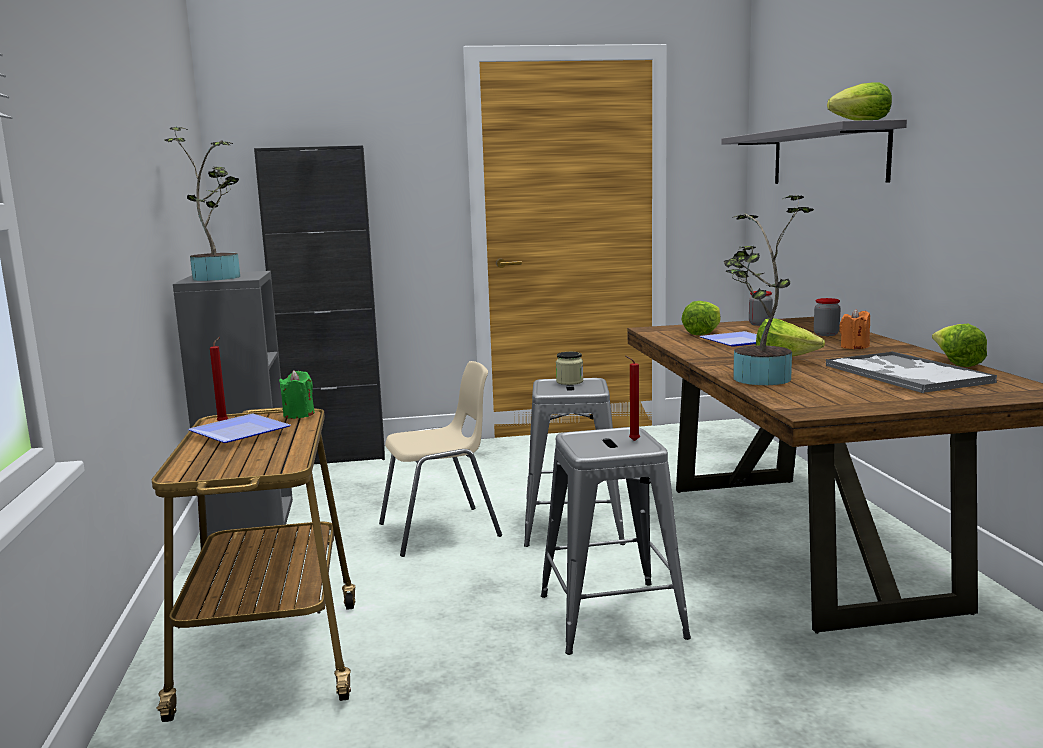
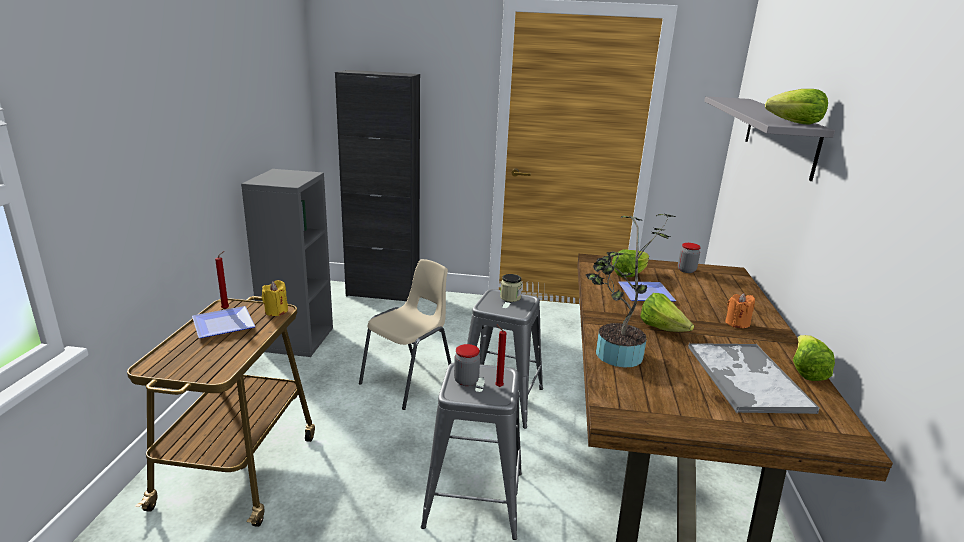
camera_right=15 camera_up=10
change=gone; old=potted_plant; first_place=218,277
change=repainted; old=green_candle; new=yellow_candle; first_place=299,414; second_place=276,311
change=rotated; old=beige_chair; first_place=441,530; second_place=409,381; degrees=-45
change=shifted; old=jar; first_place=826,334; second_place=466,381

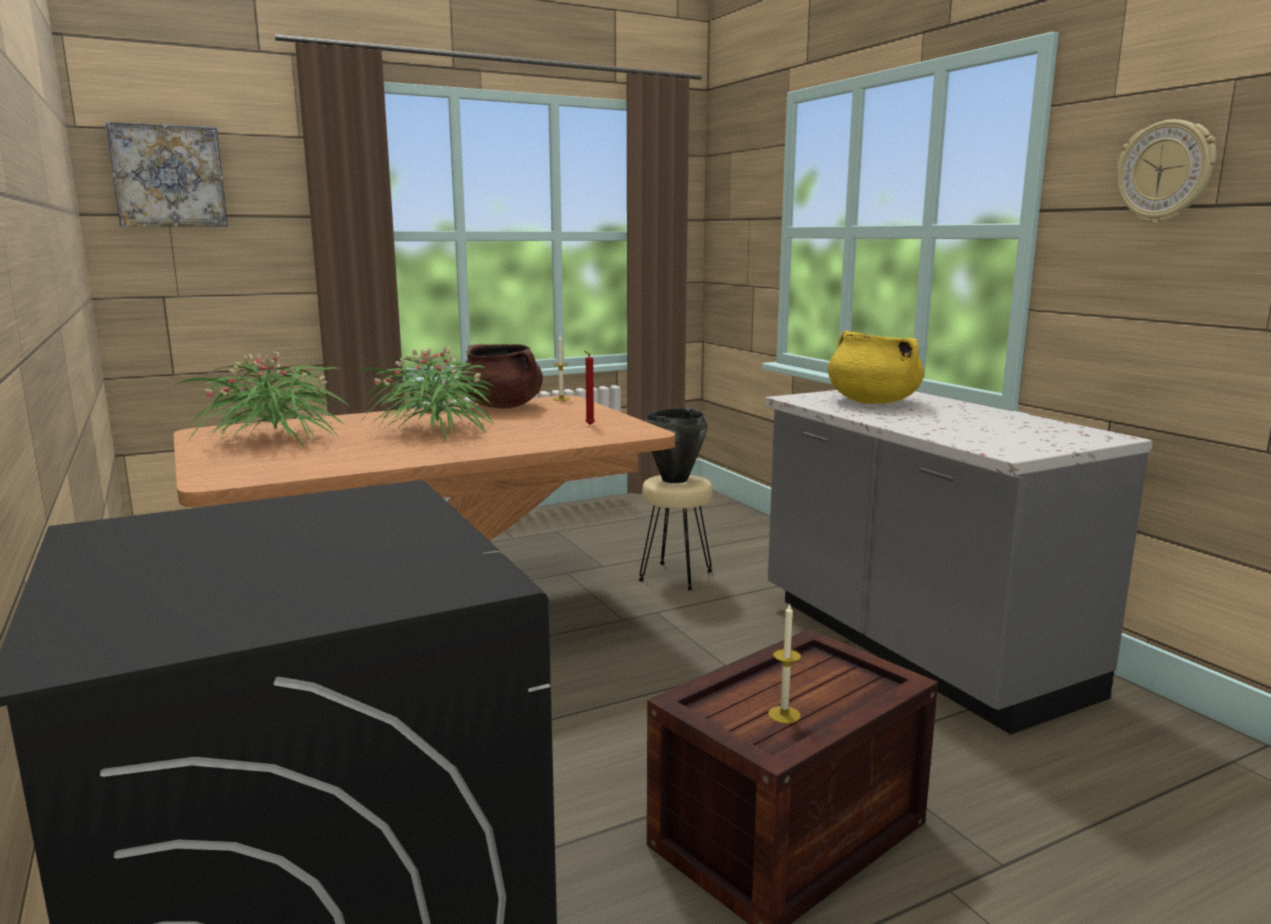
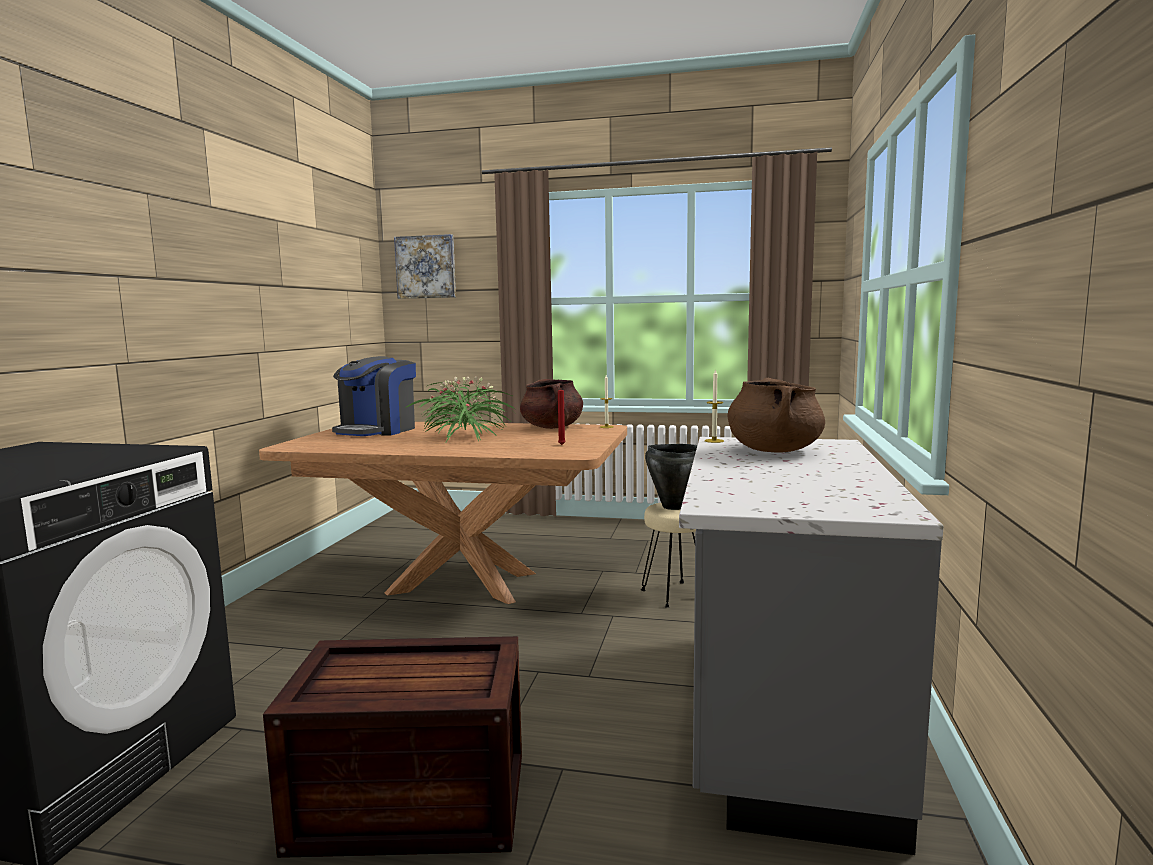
camera_right=40 camera_up=-5
change=swapped; old=potted_plant; new=coffee_machine; first_place=274,439; second_place=377,430
change=shifted; old=candle; first_place=784,715; second_place=714,441
change=repainted; old=yellow_cooking_pot; new=brown_cooking_pot; first_place=872,402; second_place=774,450
change=gone; old=wall_clock; first_place=1165,172

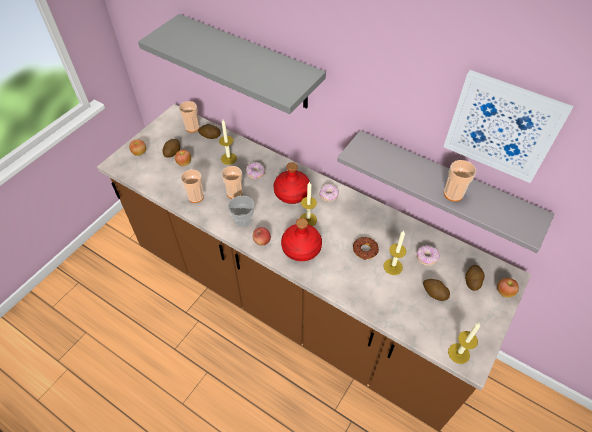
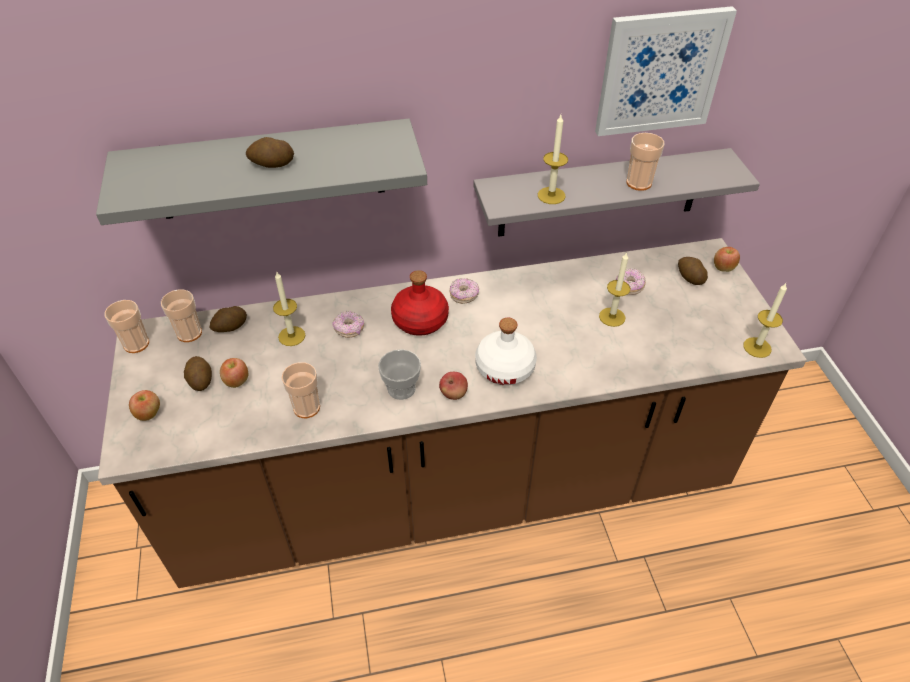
camera_right=-45 camera_up=-5
change=shifted; old=cup; first_place=234,193; second_place=136,344
change=repainted; old=red_bottle; new=white_bottle; first_place=301,248; second_place=505,367
change=shifted; old=candle; first_place=308,220; second_place=551,195
change=gone; old=donut; first_place=365,250
change=shifted; old=potato; first_place=434,293; second_place=272,165

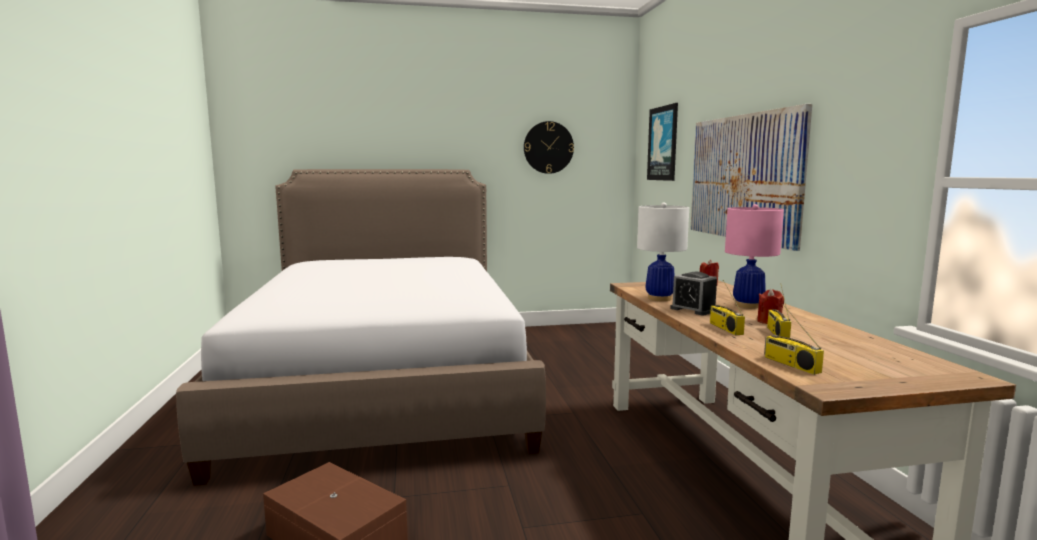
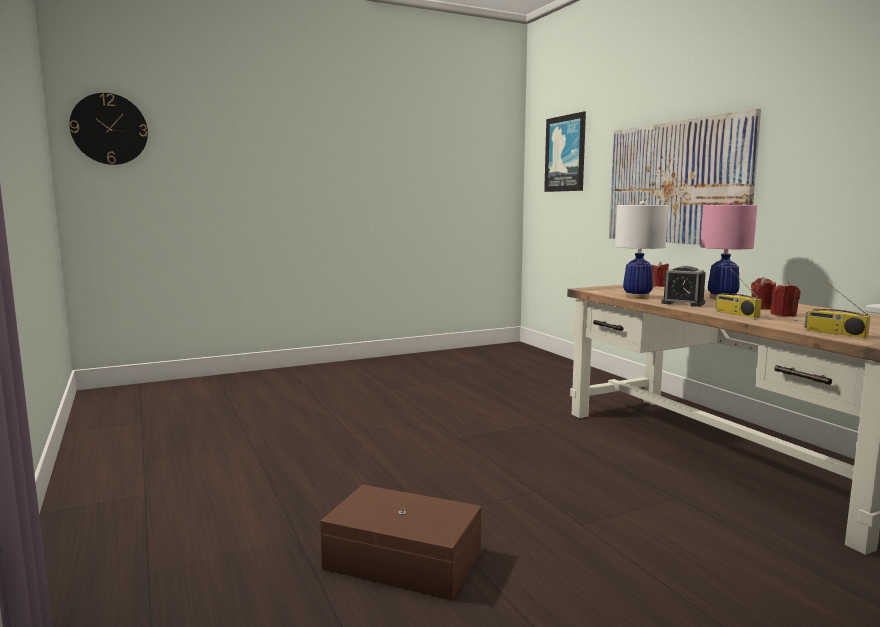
camera_right=-15 camera_up=0
change=gone; old=bed; first_place=385,383
change=shifted; old=wall_clock; first_place=548,147; second_place=109,129
change=swapped; old=radio; new=red_candle; first_place=776,333; second_place=783,315

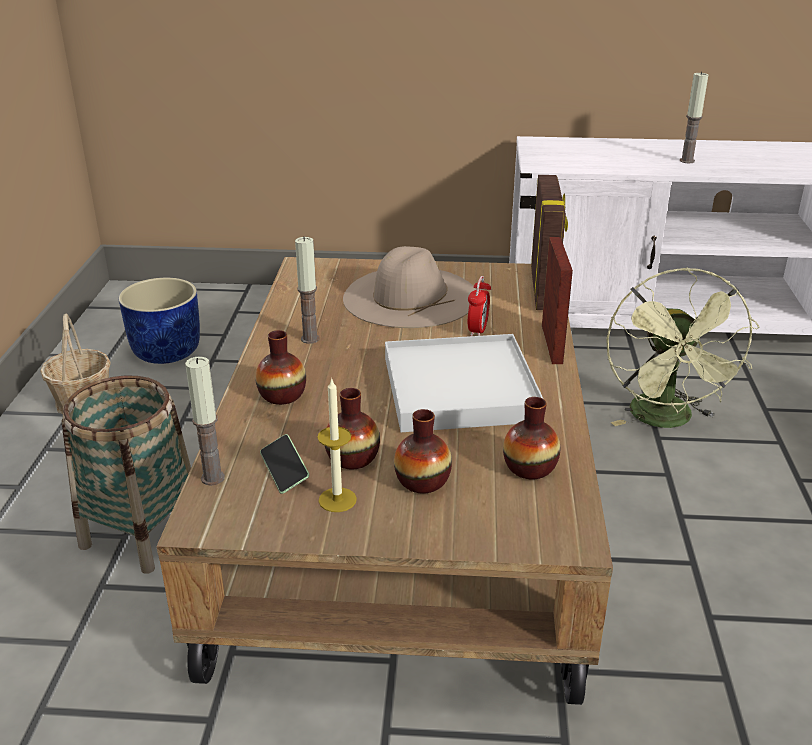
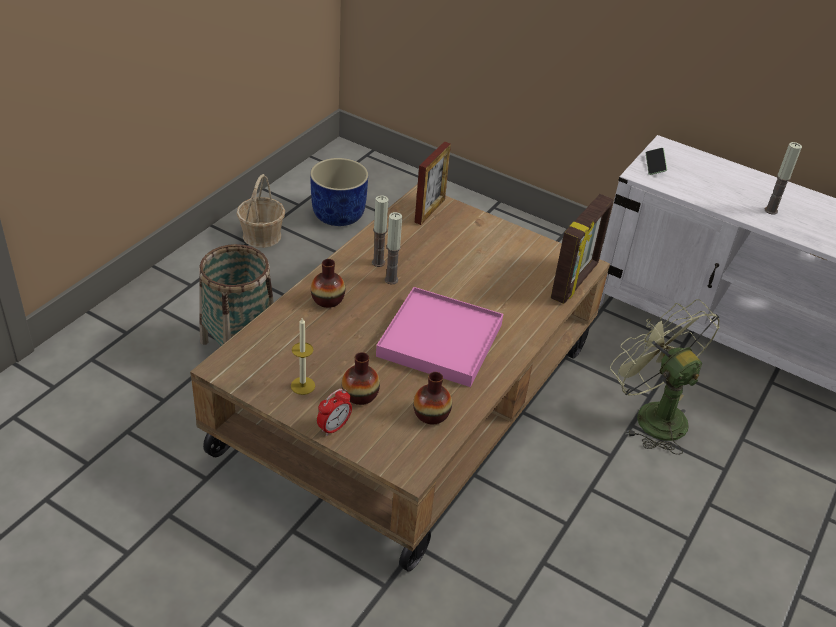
camera_right=25 camera_up=10
change=shifted; old=candle; first_place=212,478; second_place=391,280
change=shifted; old=phone; first_place=284,471; second_place=654,166
change=gone; old=vase; first_place=352,458
change=gone; old=beige_hat; first_place=410,297
change=repainted; old=white_tray; new=pink_tray; first_place=459,389; second_place=440,340
change=shifted; old=alarm_clock; first_place=477,330; second_place=334,427
change=shifted; old=picture_frame; first_place=552,344; second_place=430,211
change=rotated; old=green_fan; first_place=666,420; second_place=651,415; degrees=120

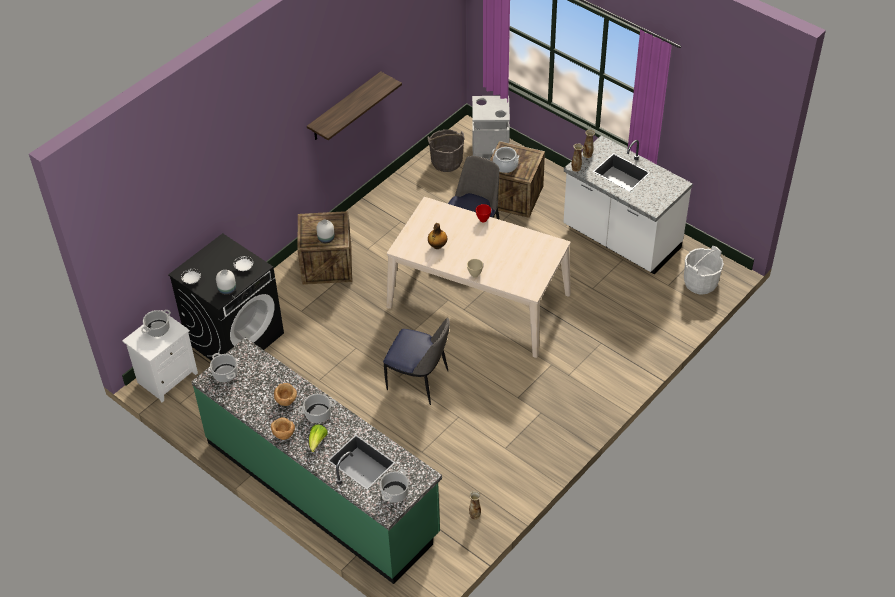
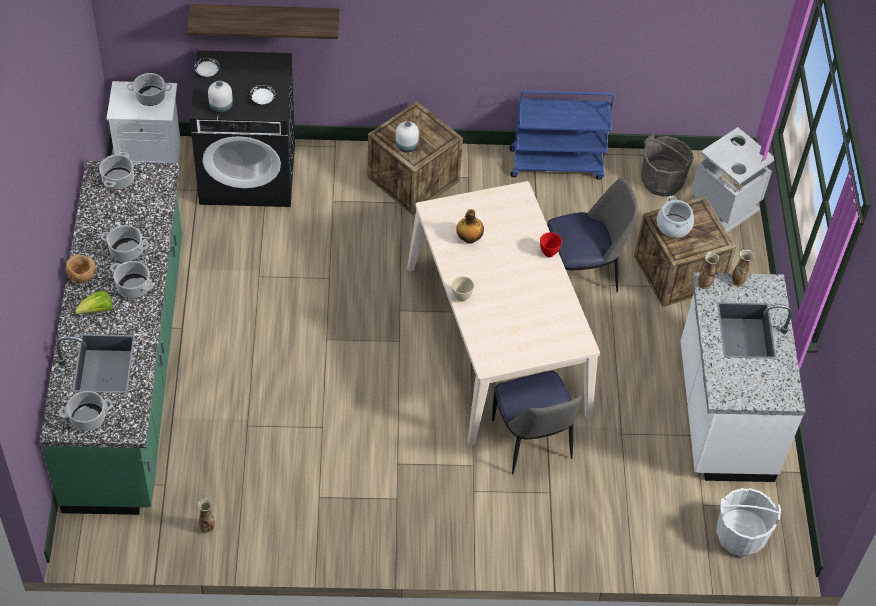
camera_right=45 camera_up=5
change=swapped; old=brown_bowl; new=cooking_pot; first_place=286,401; second_place=127,251
change=shifted; old=shelf; first_place=345,107; second_place=265,18
change=shifted; old=chair; first_place=419,381; second_place=532,442
change=new; new=blue_cart; second_place=557,163

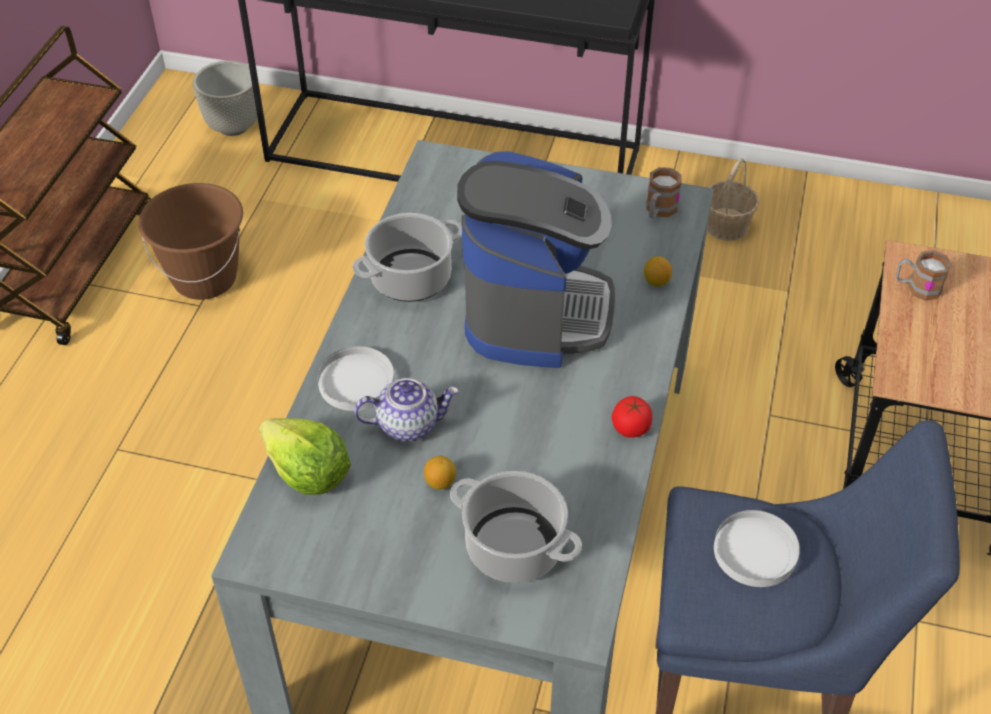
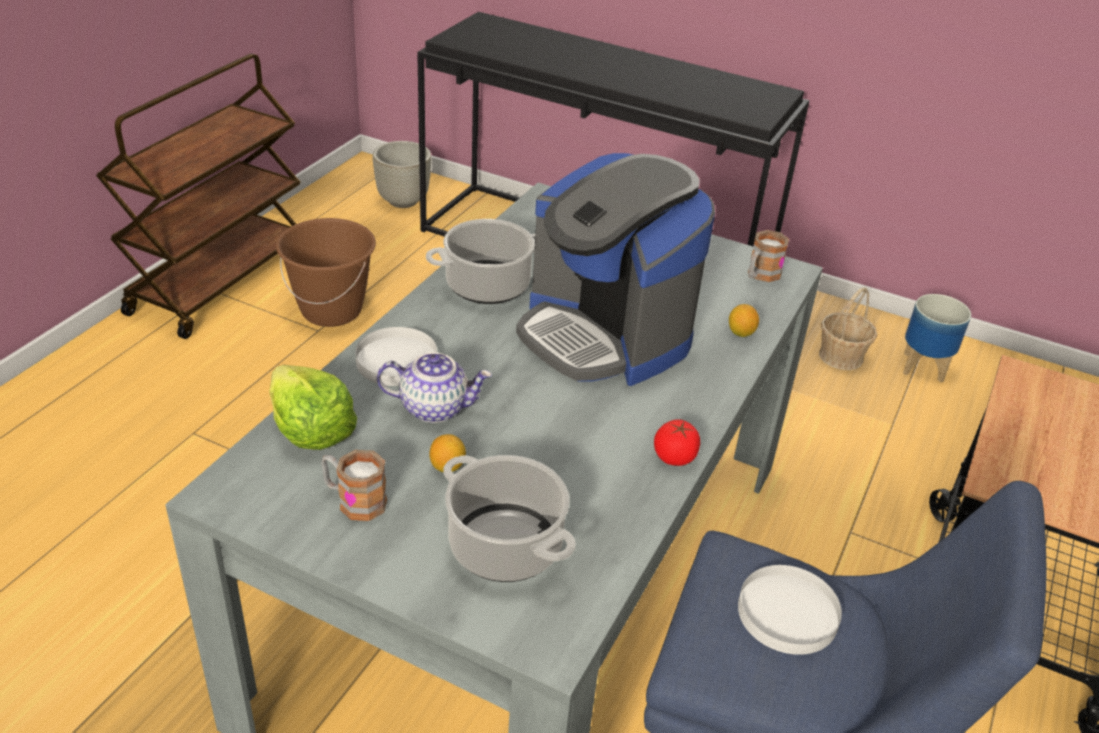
camera_right=10 camera_up=-10
change=rotated; old=coffee_machine; first_place=535,311; second_place=605,335; degrees=120
change=shifted; old=mug; first_place=917,287; second_place=354,500
change=new; new=planter; second_place=923,367

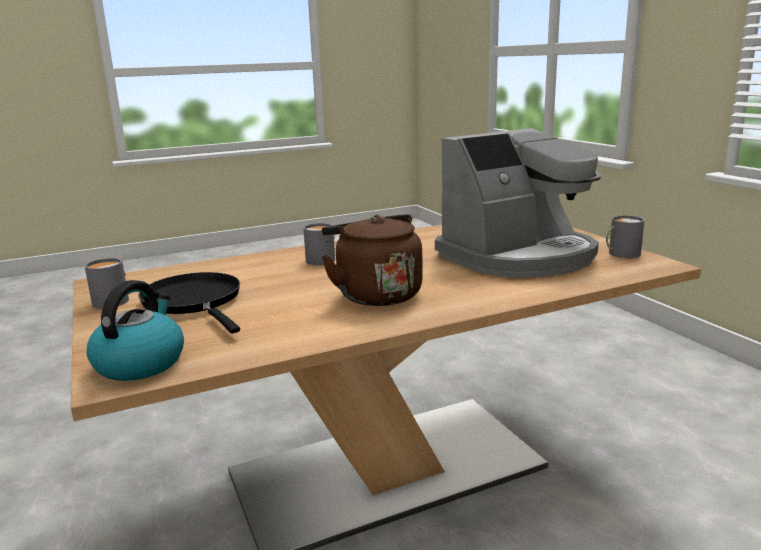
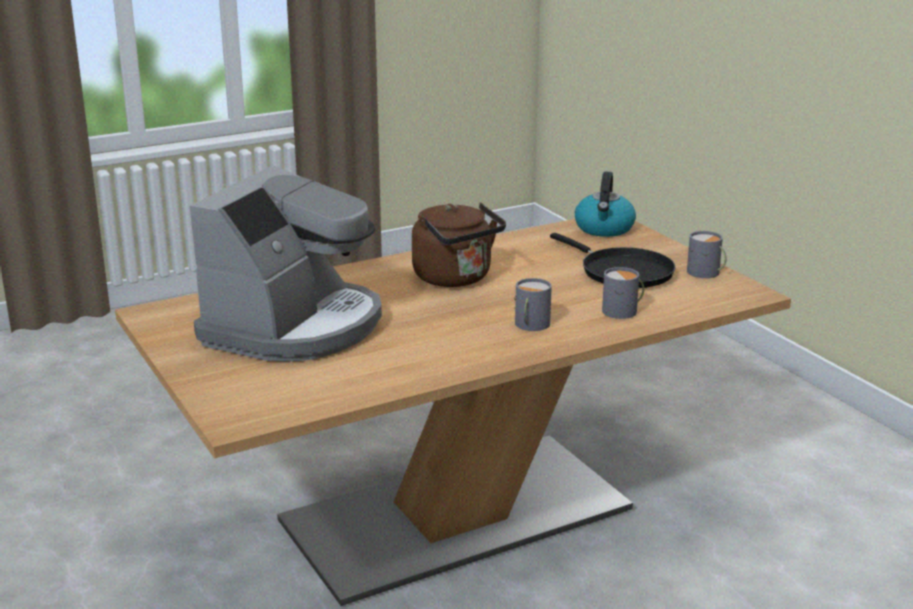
camera_right=175 camera_up=5
change=rotated; old=coffee_machine; first_place=519,257; second_place=295,327; degrees=150
change=shifted; old=grey_mug; first_place=621,253; second_place=623,311

